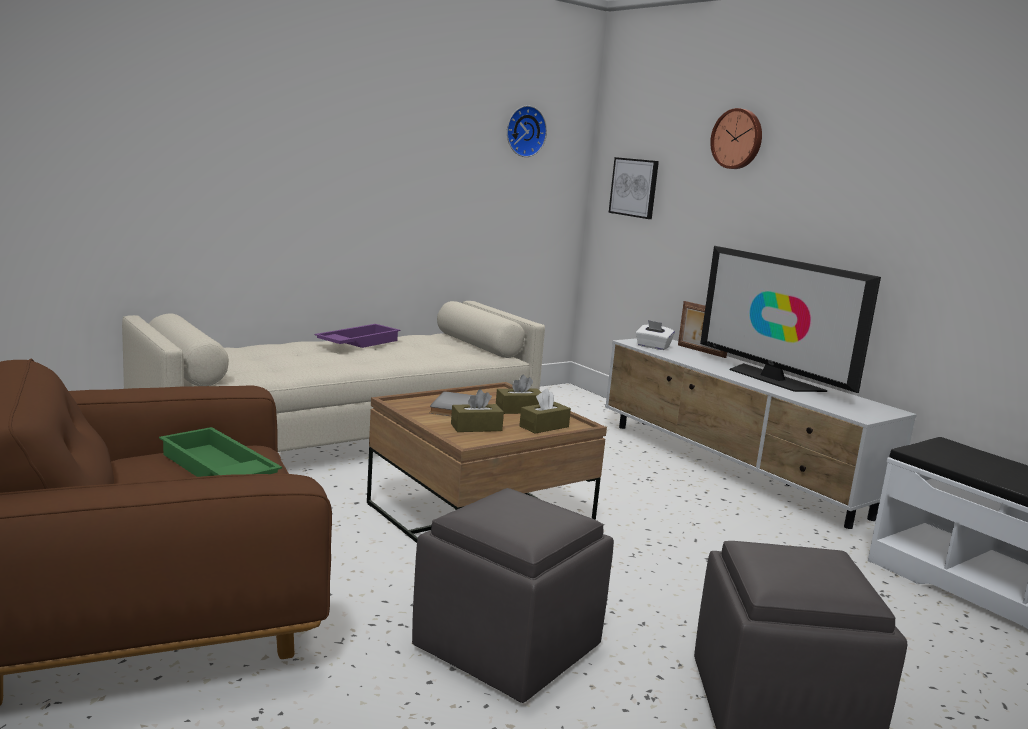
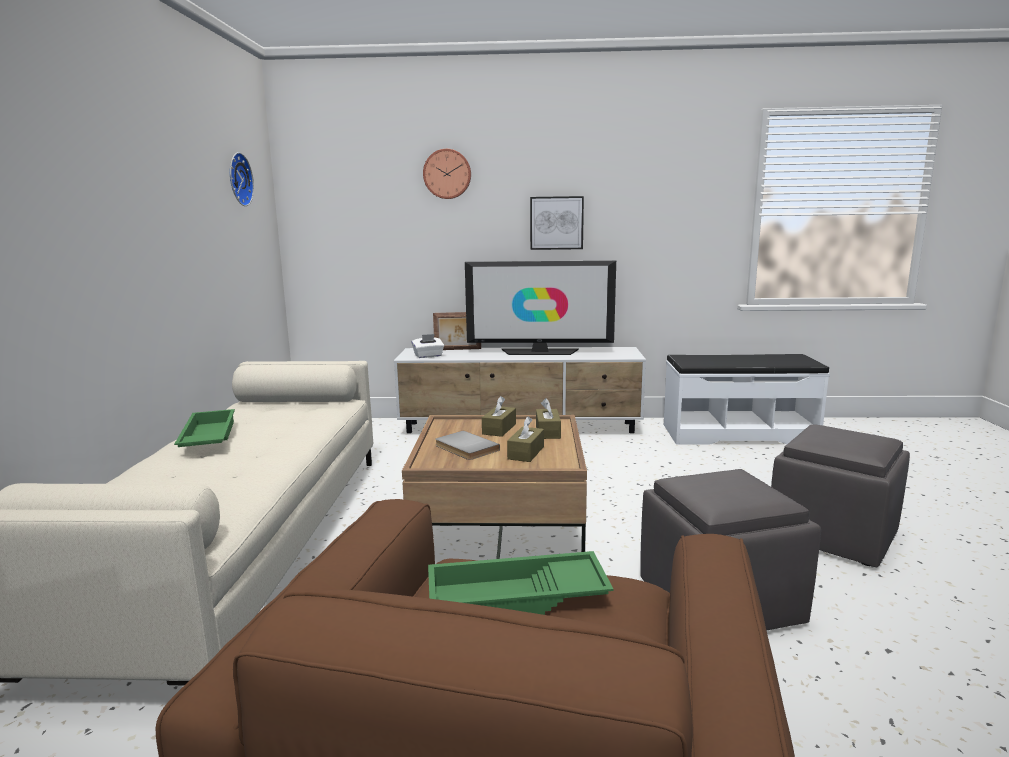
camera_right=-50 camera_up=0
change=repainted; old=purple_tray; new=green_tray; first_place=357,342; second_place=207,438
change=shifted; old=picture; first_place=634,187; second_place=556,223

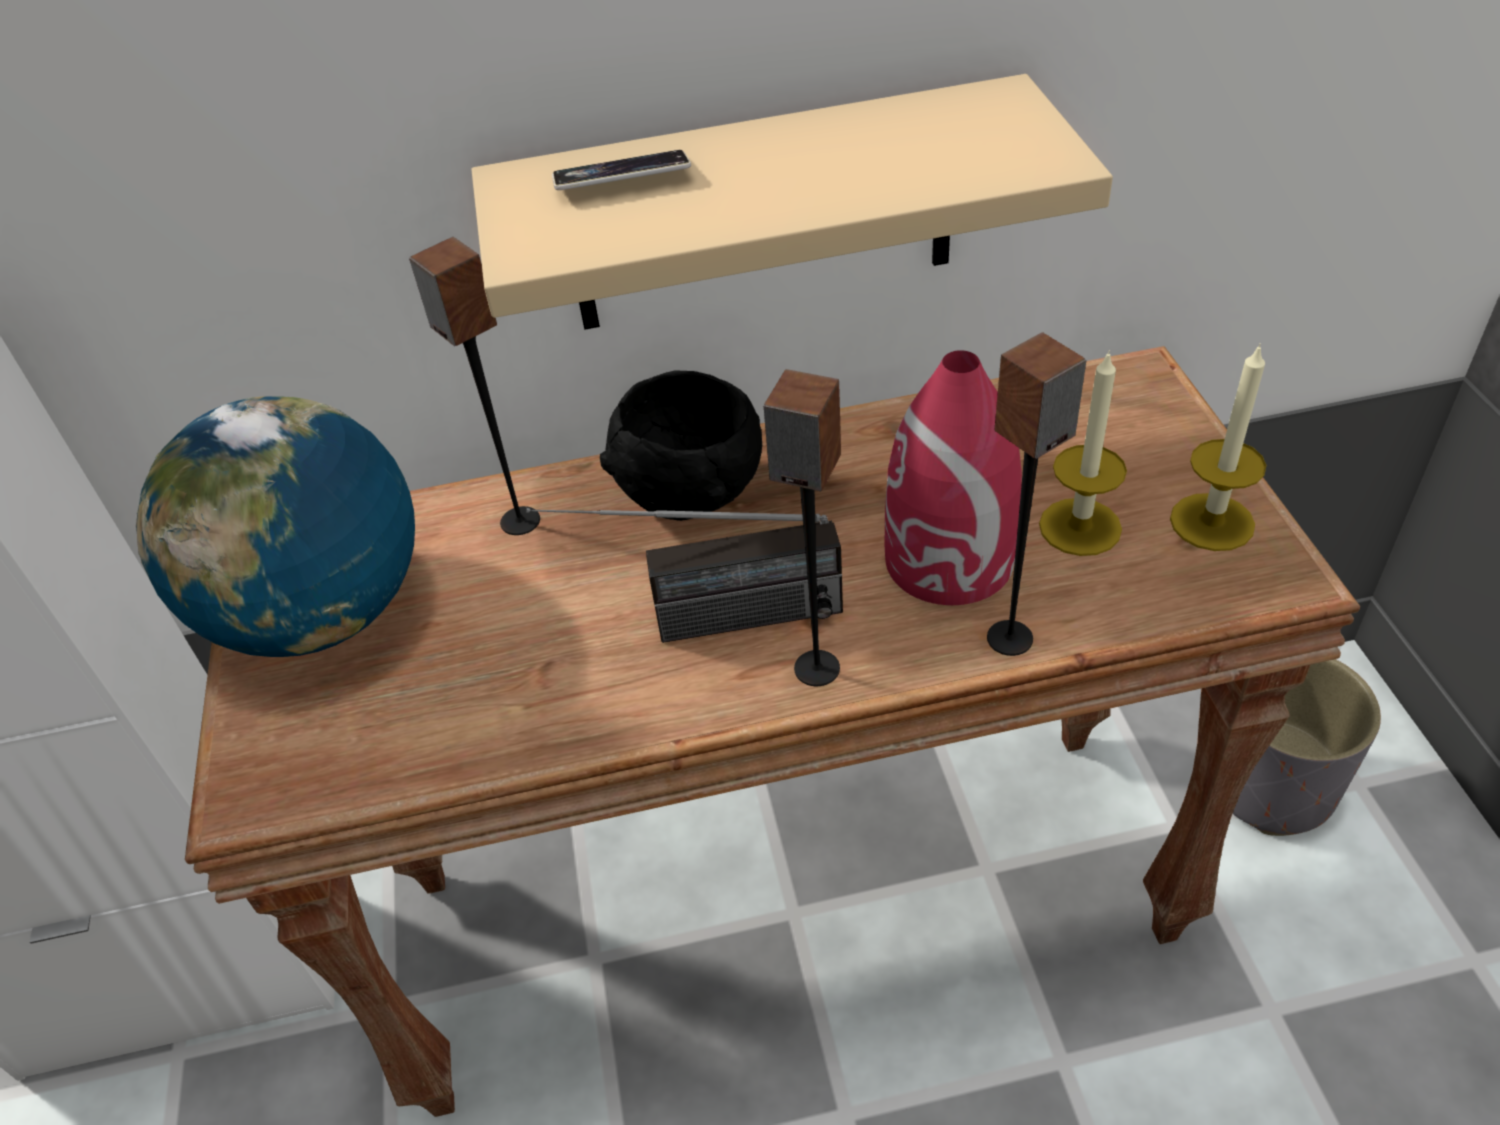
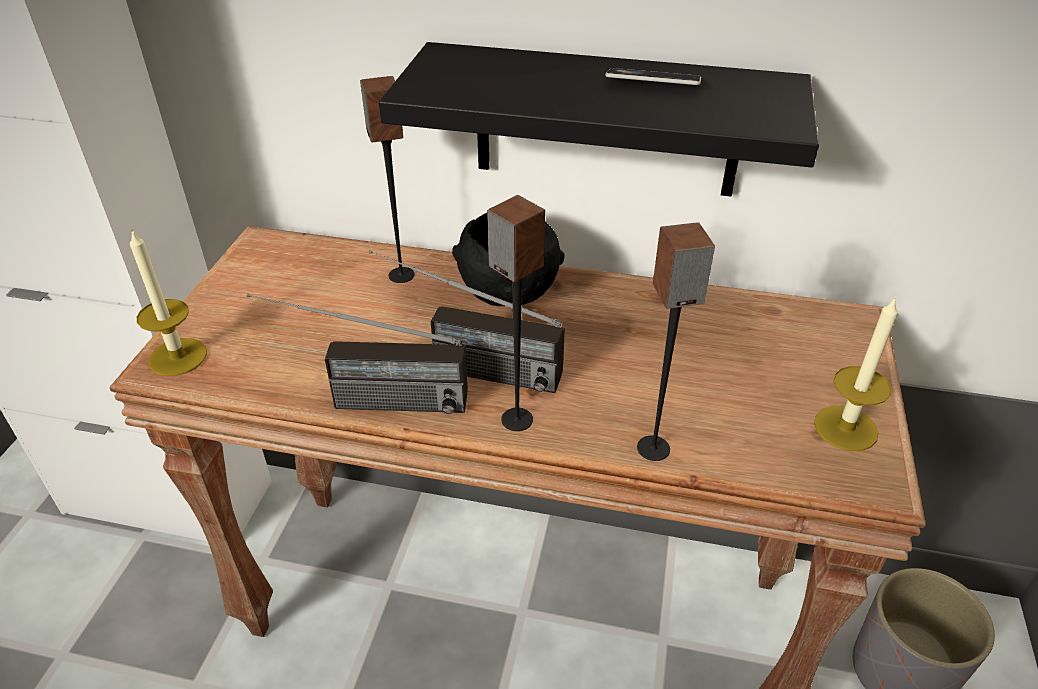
camera_right=20 camera_up=-5
change=gone; old=globe; first_place=322,614
change=repainted; old=beige_shelf; new=black_shelf; first_place=761,210; second_place=606,121
change=shifted; old=phone; first_place=622,179; second_place=652,83
change=gone; old=red_vase; first_place=950,560
change=shifted; old=candle; first_place=1080,527; second_place=178,357
change=new; new=radio; second_place=366,401

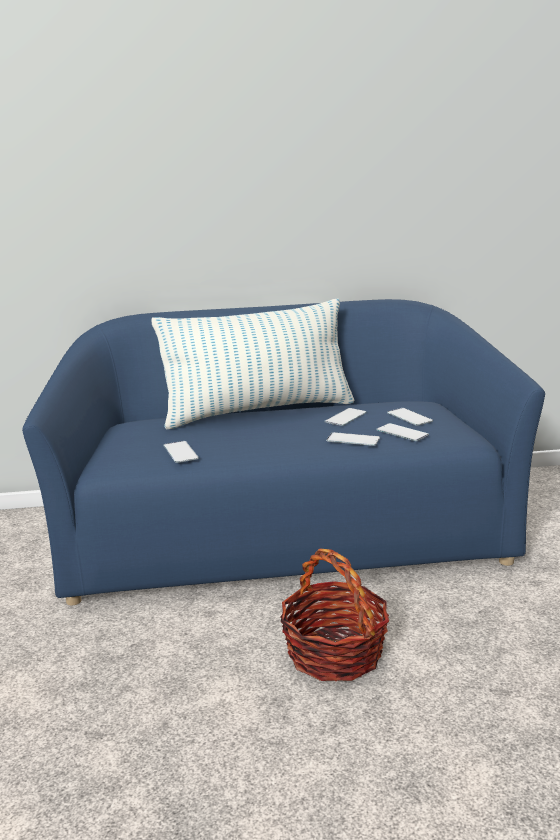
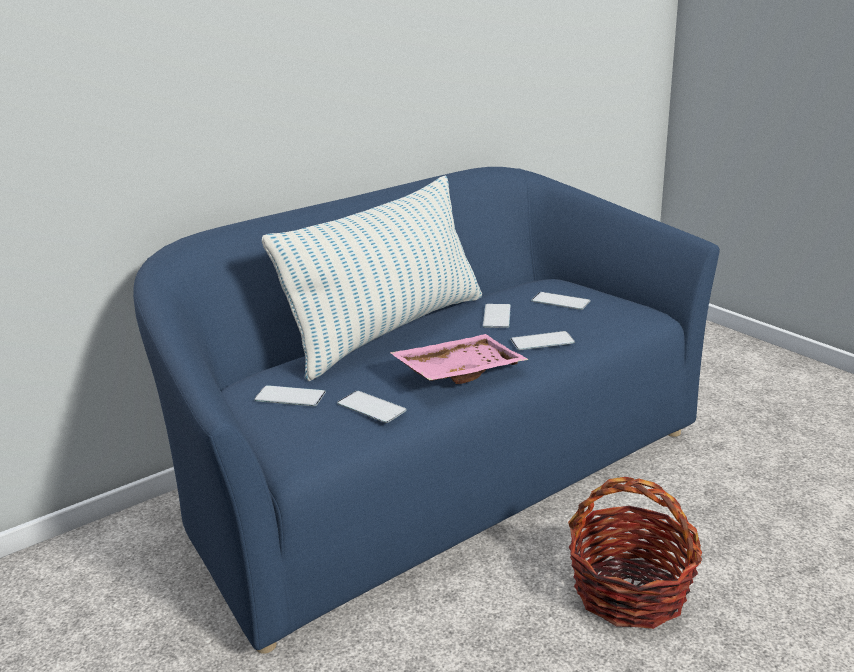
camera_right=-30 camera_up=5
change=shifted; old=phone; first_place=402,433; second_place=290,397
change=new; new=pink_tray; second_place=458,371

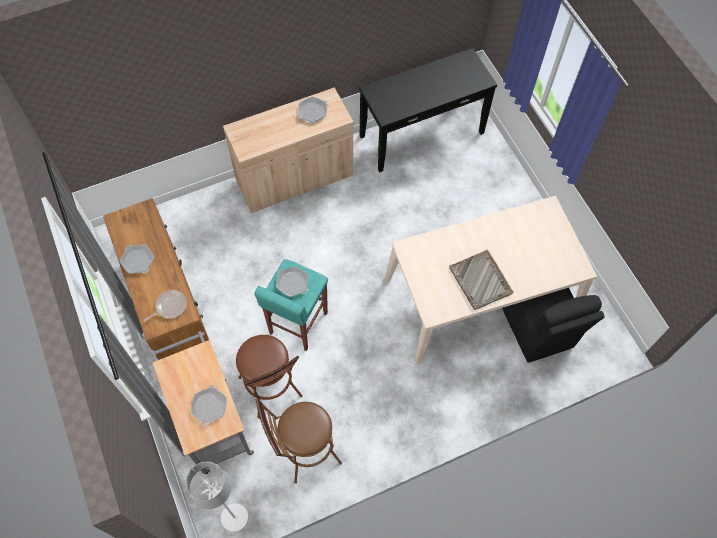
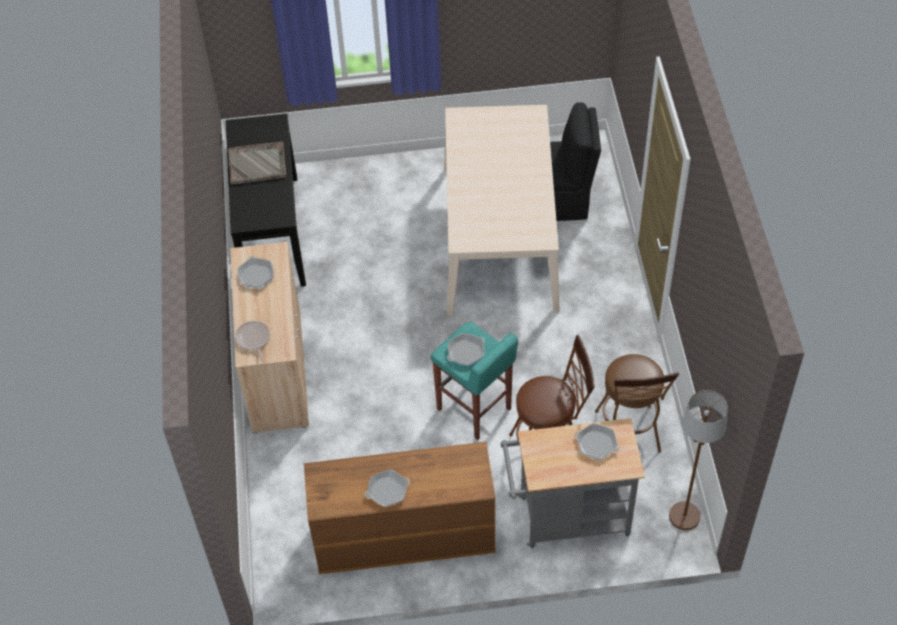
camera_right=-70 camera_up=-10
change=shifted; old=frying_pan; first_place=169,306; second_place=253,339
change=repainted; old=white_floor_lamp; new=brown_floor_lamp; first_place=234,518; second_place=684,516
change=shifted; old=grey_tray; first_place=480,281; second_place=258,164

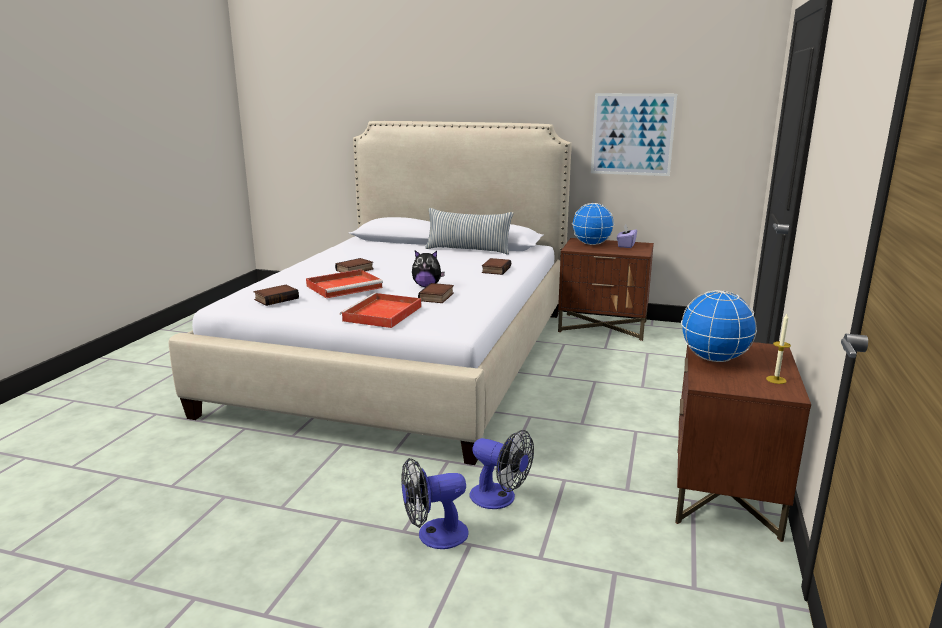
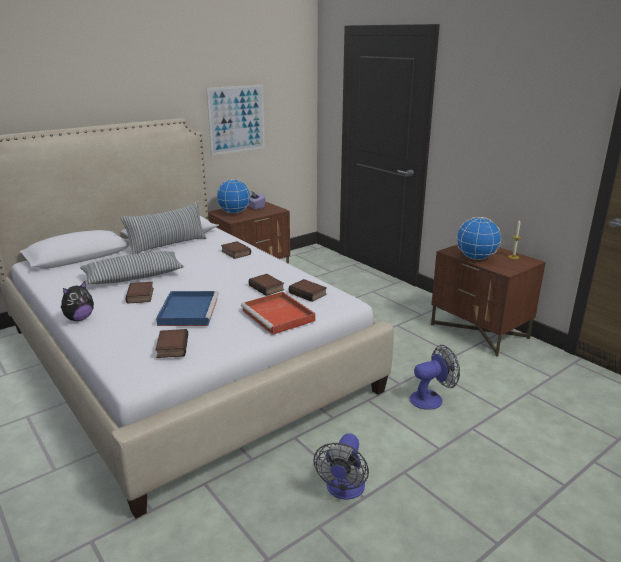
camera_right=-55 camera_up=5
change=repainted; old=red_tray; new=blue_tray; first_place=345,286; second_place=188,310
change=shifted; old=fan; first_place=434,535; second_place=343,490
change=shifted; old=plush_toy; first_place=427,286; second_place=79,318
change=new; new=pillow; second_place=134,277
change=new; new=book; second_place=308,293

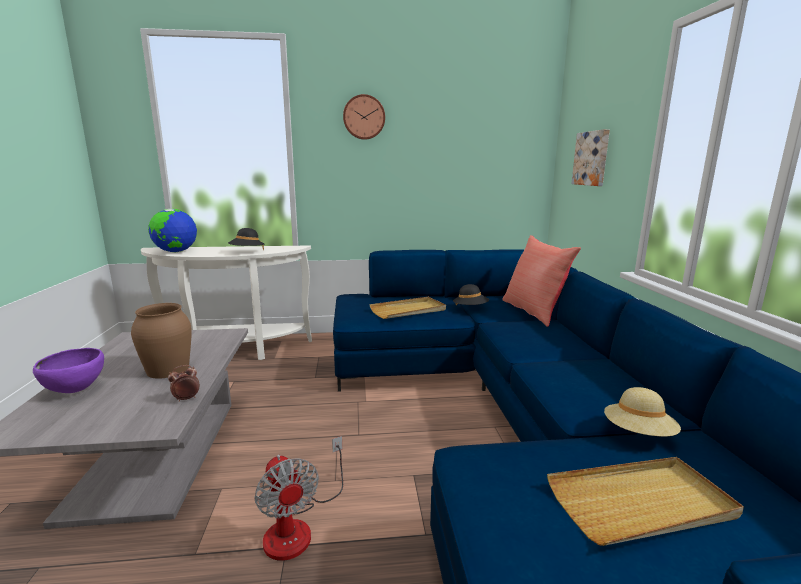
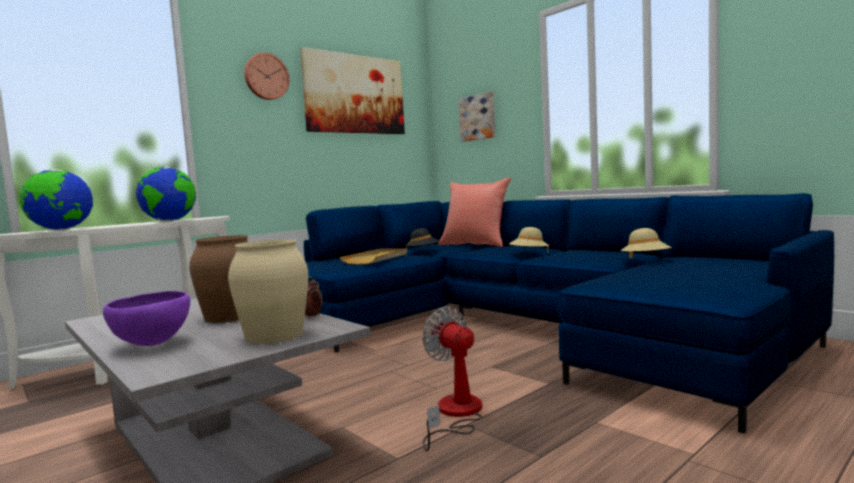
camera_right=-35 camera_up=-10
change=swapped; old=black_hat; new=globe; first_place=247,252; second_place=169,221
change=rotated; old=fan; first_place=298,526; second_place=456,414; degrees=-150
change=gone; old=beige_tray; first_place=641,504
change=new; new=beige_vase; second_place=274,335
change=new; new=picture; second_place=355,94
change=new; new=beige_hat; second_place=529,254

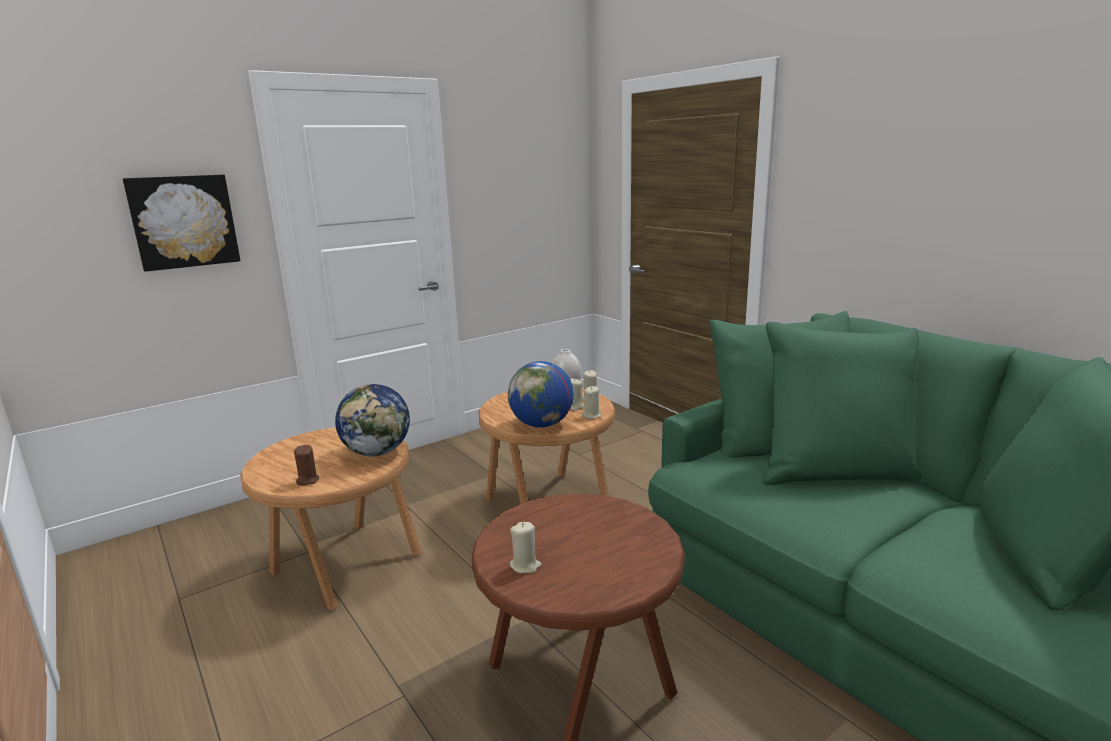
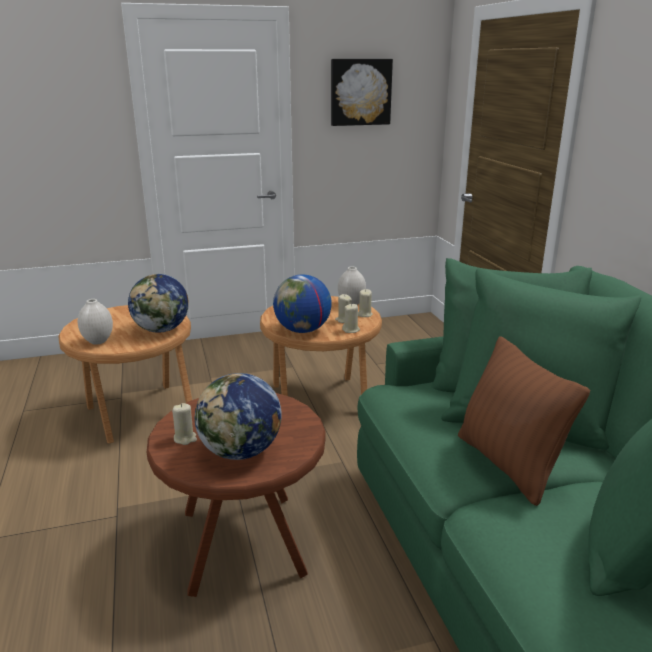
camera_right=20 camera_up=5
change=shifted; old=picture; first_place=183,221; second_place=360,92
change=swapped; old=brown_candle; new=white_vase; first_place=307,480; second_place=98,341
change=new; new=globe; second_place=241,452
change=new; new=brown_pillow; second_place=508,464

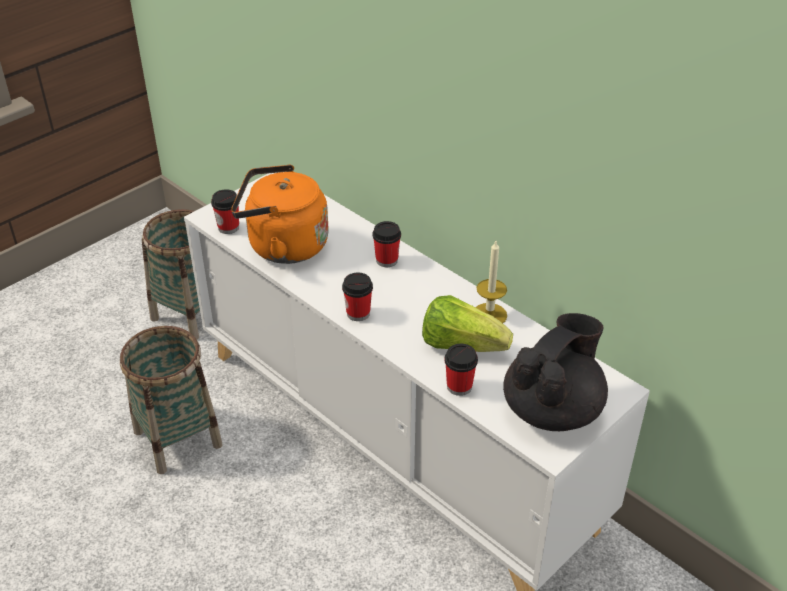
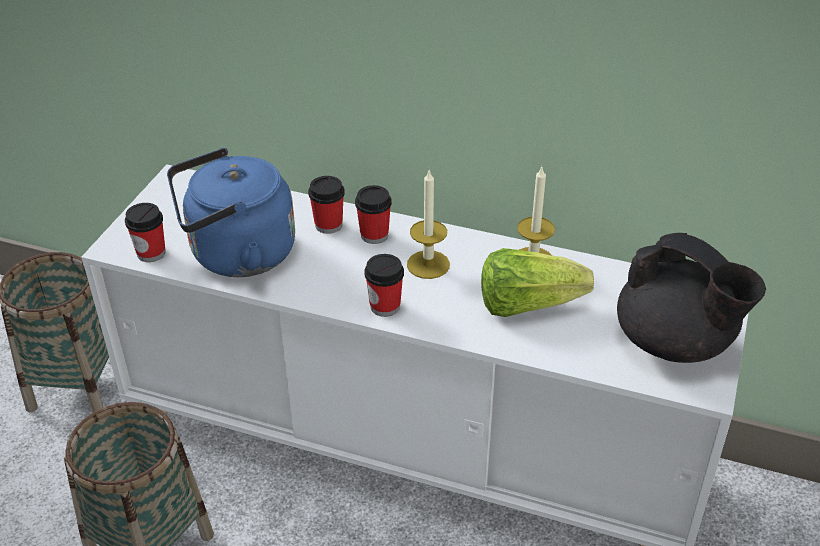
camera_right=-25 camera_up=0
change=repainted; old=orange_kettle; new=blue_kettle; first_place=283,246; second_place=236,255
change=shifted; old=cup; first_place=459,386; second_place=328,225
change=rotated; old=black_teapot; first_place=553,409; second_place=675,342; degrees=120
change=new; new=candle; second_place=428,264

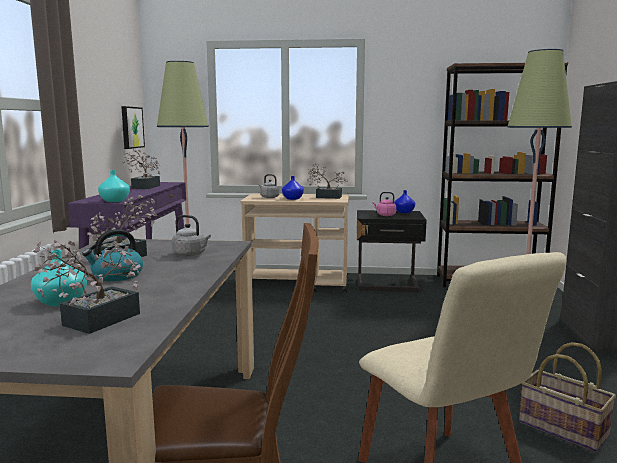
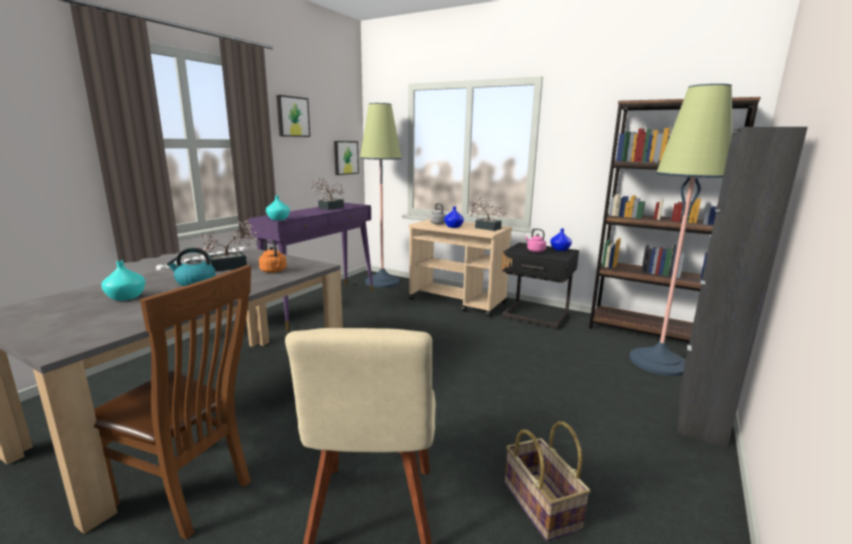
camera_right=25 camera_up=5
change=gone; old=potted_plant; first_place=94,322
change=repainted; old=grey_kettle; new=orange_kettle; first_place=191,254; second_place=274,271
change=new; new=picture; second_place=292,116

